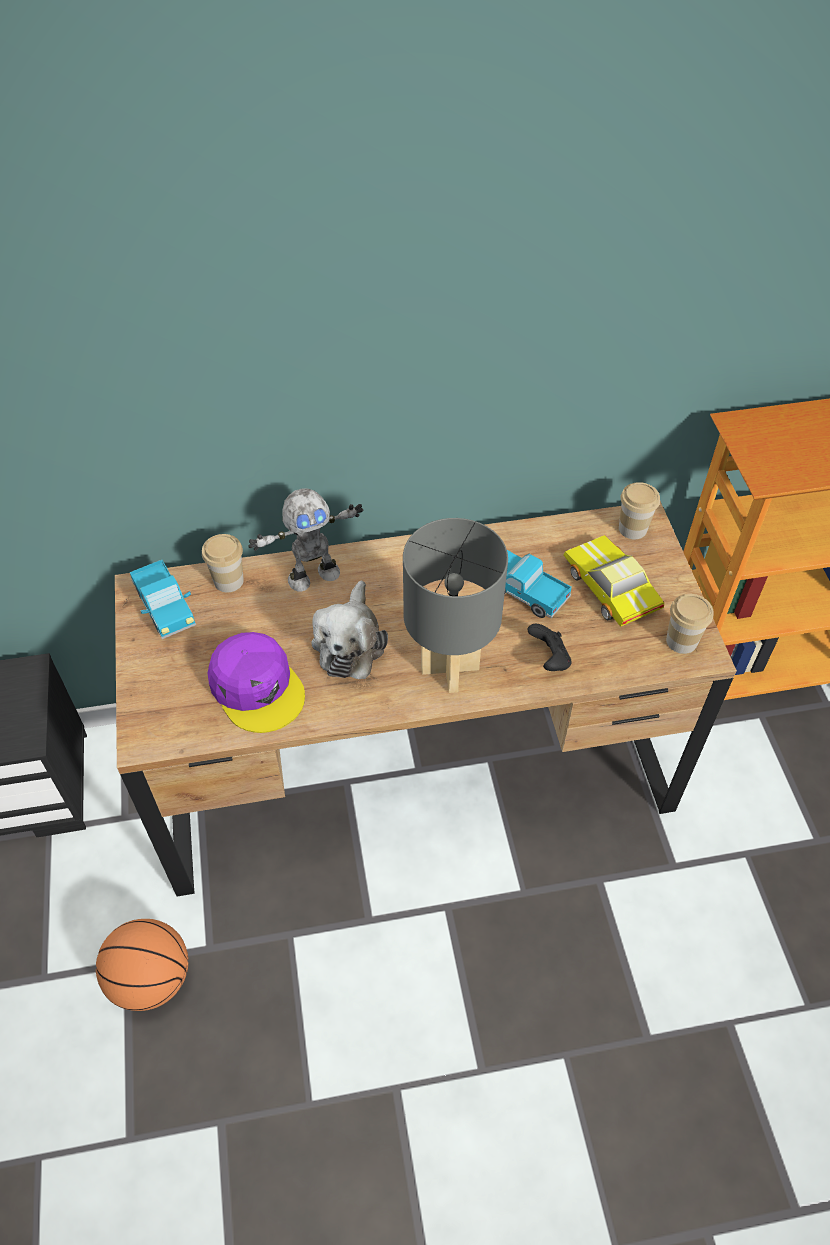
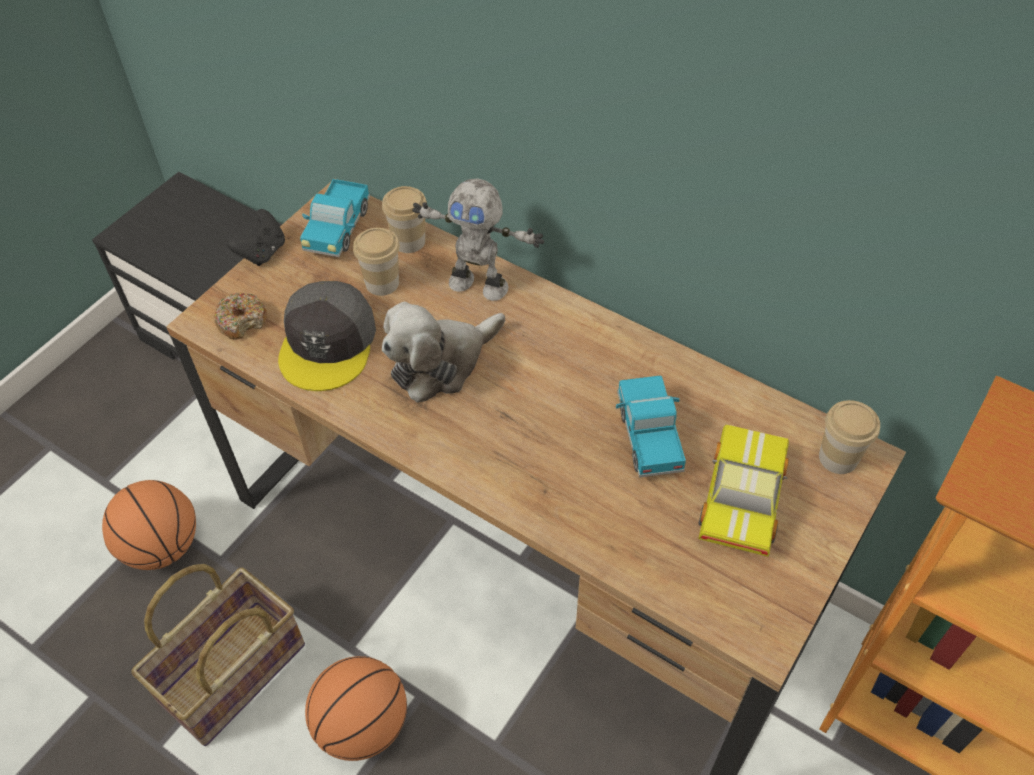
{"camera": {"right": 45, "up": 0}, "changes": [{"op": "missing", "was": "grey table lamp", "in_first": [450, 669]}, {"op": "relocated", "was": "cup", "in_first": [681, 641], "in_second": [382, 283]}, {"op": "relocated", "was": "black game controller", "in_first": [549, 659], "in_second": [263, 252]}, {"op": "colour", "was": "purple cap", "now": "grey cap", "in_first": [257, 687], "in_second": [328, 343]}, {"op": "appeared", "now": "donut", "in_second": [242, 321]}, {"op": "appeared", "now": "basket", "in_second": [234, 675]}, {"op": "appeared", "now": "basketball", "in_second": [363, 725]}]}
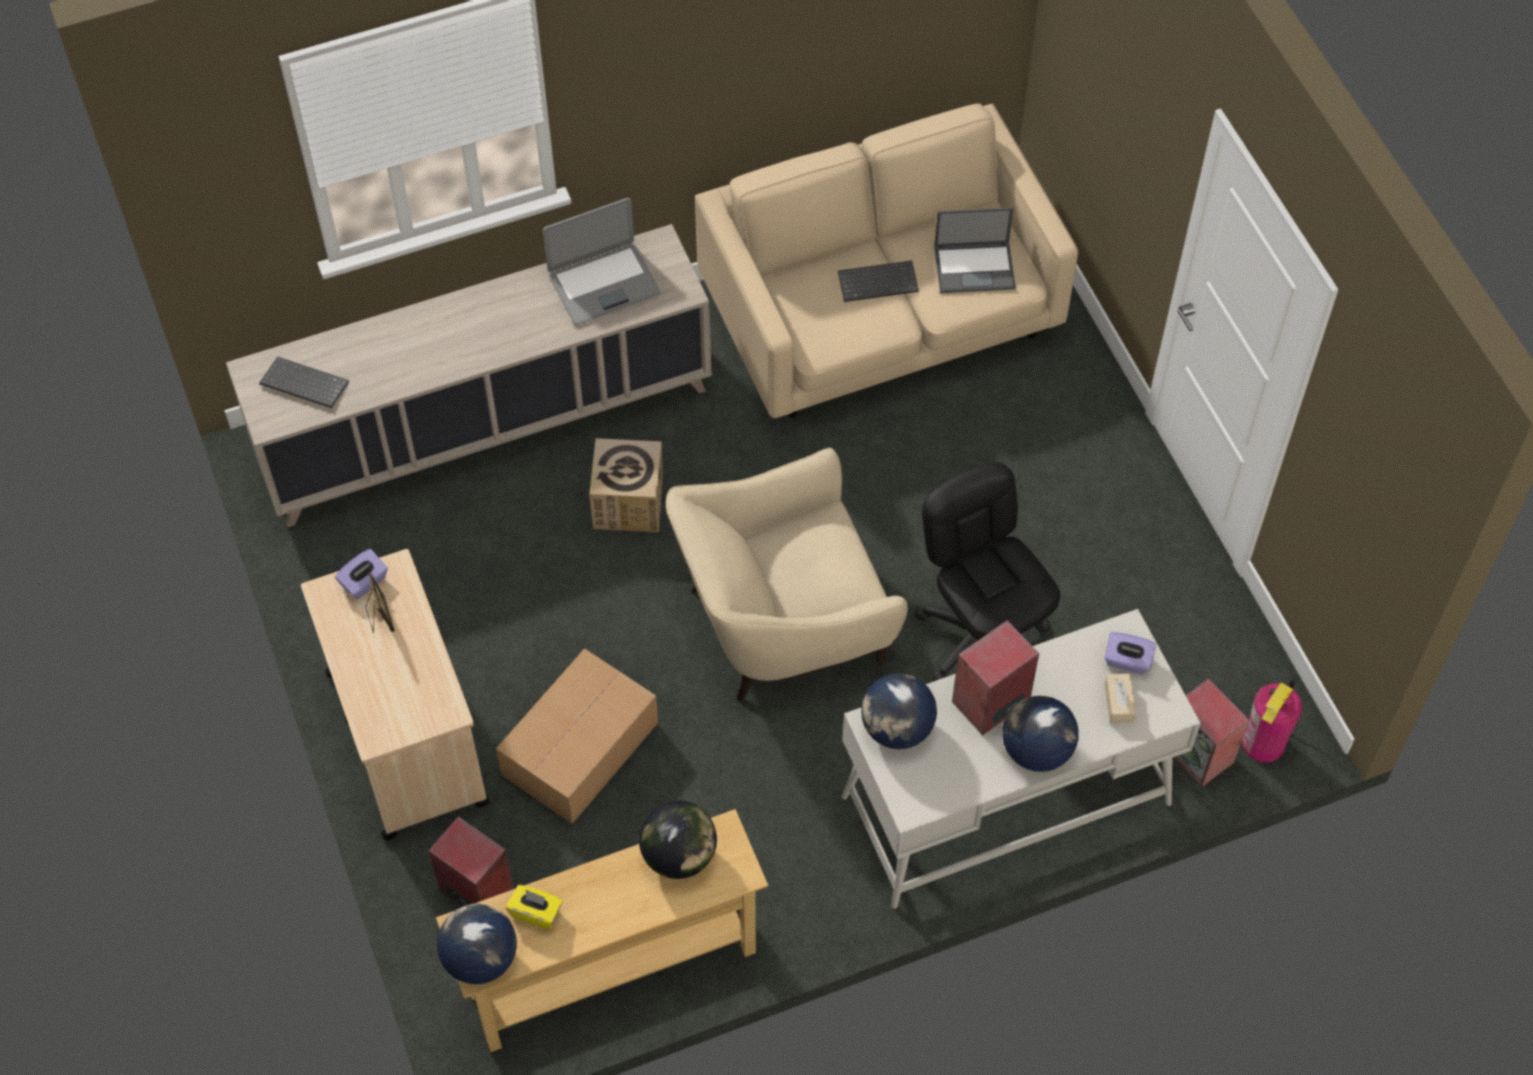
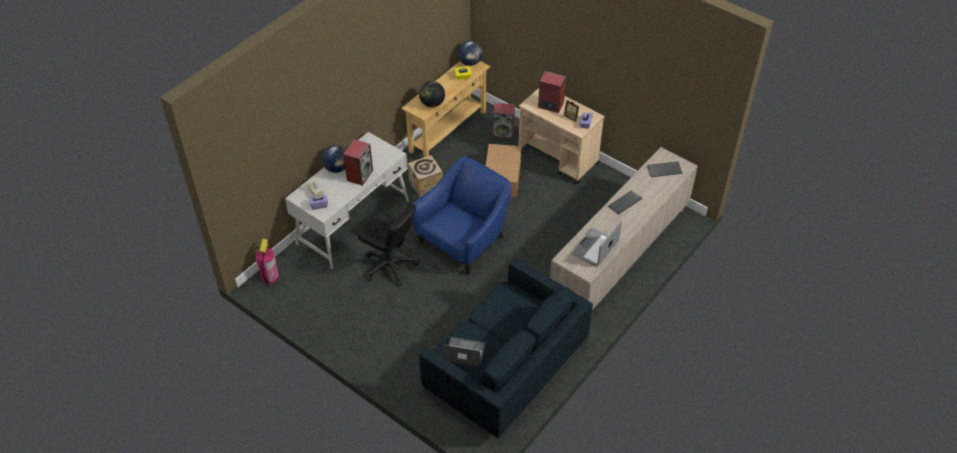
{"camera": {"right": 150, "up": -10}, "changes": [{"op": "colour", "was": "beige sofa", "now": "blue sofa", "in_first": [881, 317], "in_second": [504, 368]}, {"op": "spun", "was": "laptop", "in_first": [975, 267], "in_second": [464, 352], "clockwise": 45}, {"op": "relocated", "was": "keyboard", "in_first": [878, 281], "in_second": [625, 203]}, {"op": "relocated", "was": "cardboard box", "in_first": [628, 503], "in_second": [426, 185]}, {"op": "colour", "was": "beige armchair", "now": "blue armchair", "in_first": [782, 622], "in_second": [463, 240]}, {"op": "missing", "was": "globe", "in_first": [896, 728]}, {"op": "relocated", "was": "speaker", "in_first": [1199, 754], "in_second": [550, 105]}]}
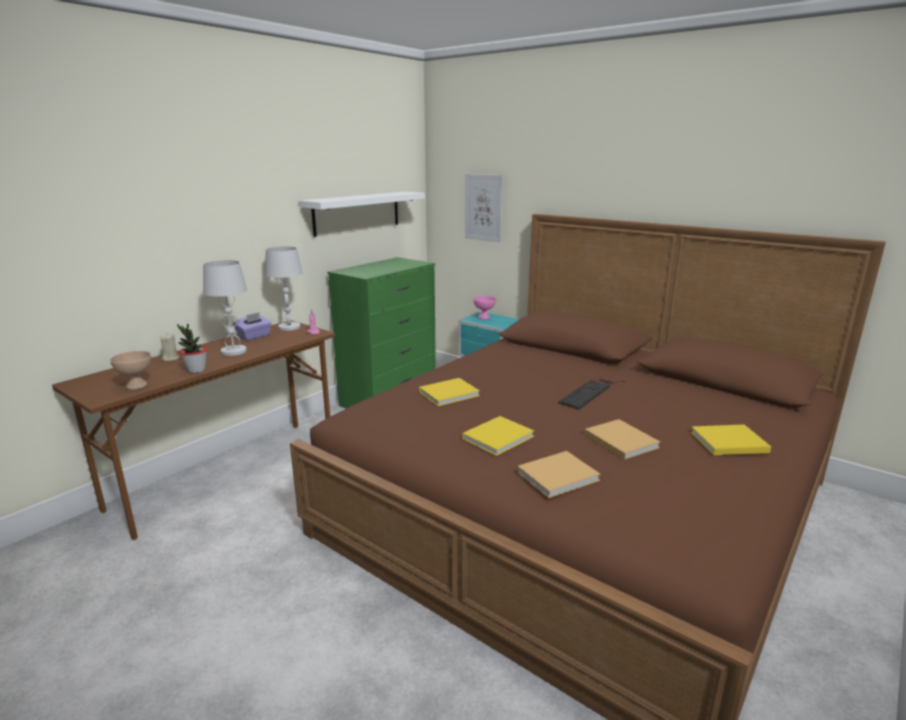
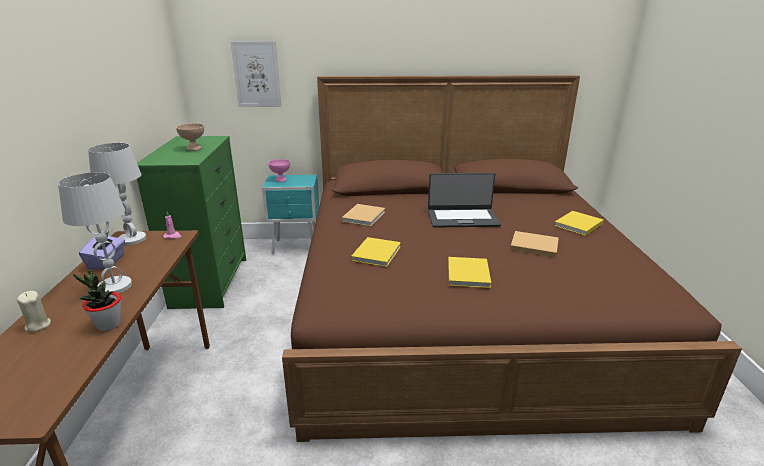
{"camera": {"right": -40, "up": 5}, "changes": [{"op": "missing", "was": "white shelf", "in_first": [357, 213]}, {"op": "relocated", "was": "beige bowl", "in_first": [136, 385], "in_second": [193, 149]}, {"op": "exchanged", "was": "keyboard", "now": "laptop", "in_first": [590, 392], "in_second": [462, 218]}, {"op": "relocated", "was": "beige book", "in_first": [559, 475], "in_second": [364, 216]}]}
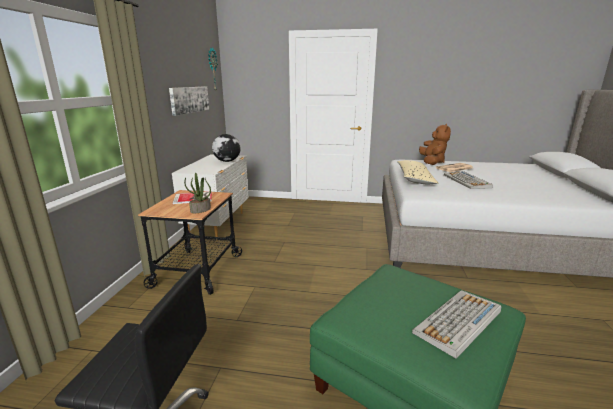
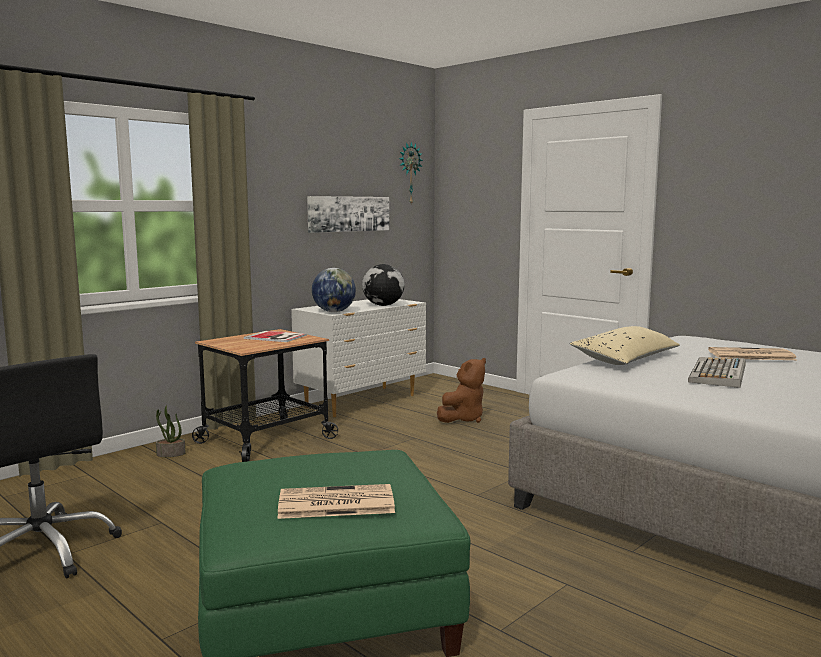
{"camera": {"right": 35, "up": -10}, "changes": [{"op": "relocated", "was": "brown plush toy", "in_first": [432, 162], "in_second": [463, 419]}, {"op": "relocated", "was": "potted plant", "in_first": [200, 210], "in_second": [170, 454]}, {"op": "exchanged", "was": "keyboard", "now": "newspaper", "in_first": [458, 322], "in_second": [334, 503]}, {"op": "appeared", "now": "globe", "in_second": [334, 312]}]}
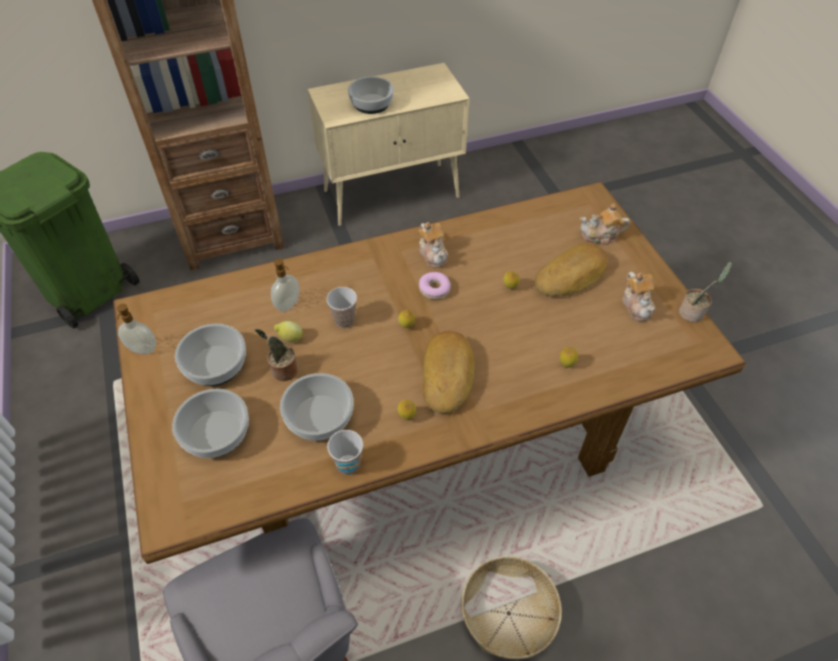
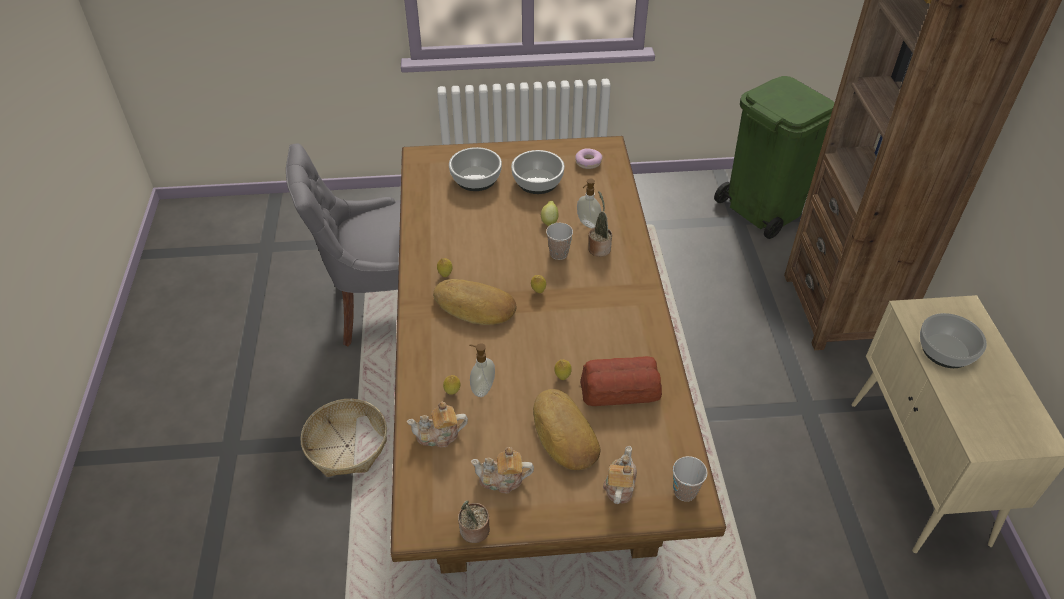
{"camera": {"right": 105, "up": -5}, "changes": [{"op": "relocated", "was": "teapot", "in_first": [433, 254], "in_second": [439, 435]}, {"op": "relocated", "was": "donut", "in_first": [434, 289], "in_second": [588, 162]}, {"op": "relocated", "was": "soap dispenser", "in_first": [142, 350], "in_second": [482, 388]}, {"op": "relocated", "was": "potted plant", "in_first": [282, 370], "in_second": [599, 247]}, {"op": "missing", "was": "bowl", "in_first": [318, 417]}, {"op": "relocated", "was": "cup", "in_first": [348, 464], "in_second": [685, 492]}, {"op": "appeared", "now": "bread", "in_second": [621, 389]}]}
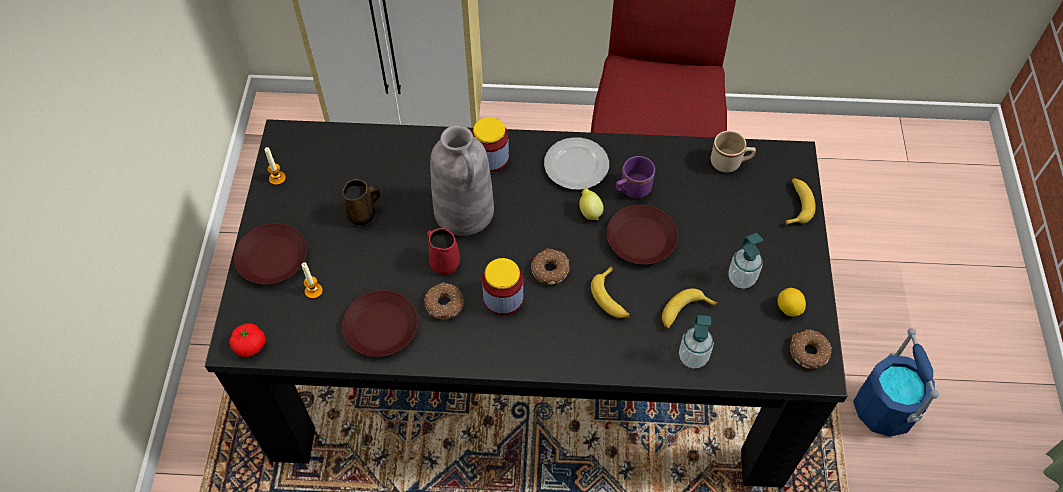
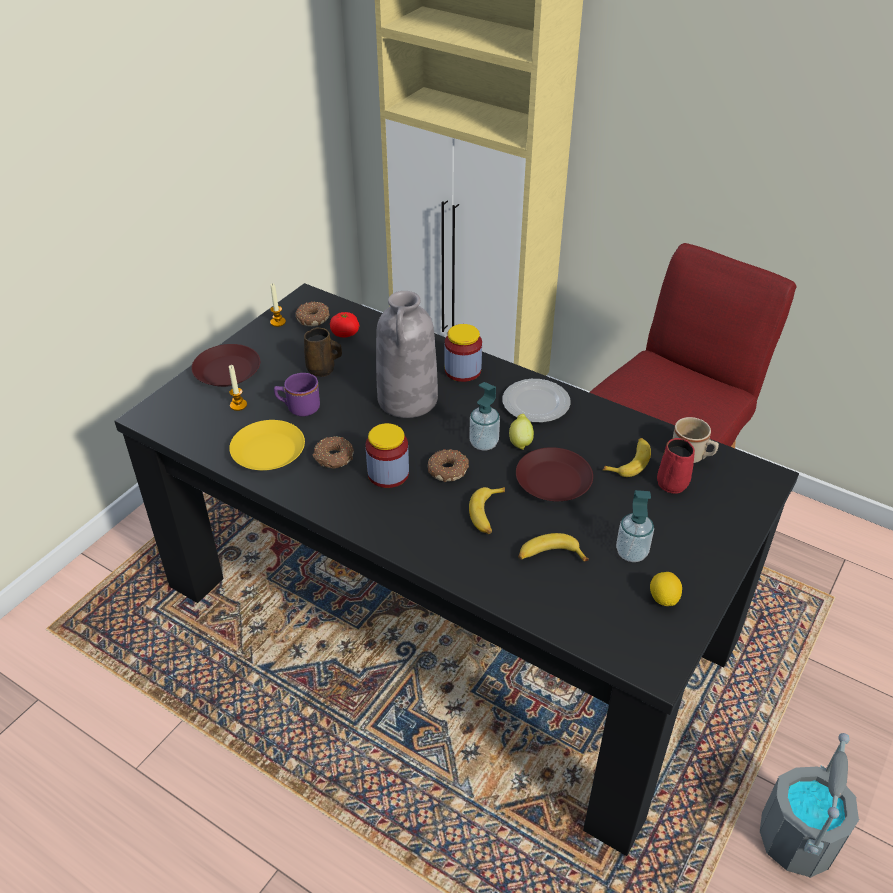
{"camera": {"right": 30, "up": -15}, "changes": [{"op": "relocated", "was": "purple mug", "in_first": [631, 189], "in_second": [298, 408]}, {"op": "relocated", "was": "banana", "in_first": [796, 204], "in_second": [630, 461]}, {"op": "relocated", "was": "red mug", "in_first": [443, 262], "in_second": [671, 482]}, {"op": "colour", "was": "brown plate", "now": "yellow plate", "in_first": [380, 327], "in_second": [268, 451]}, {"op": "relocated", "was": "soap dispenser", "in_first": [693, 357], "in_second": [483, 443]}, {"op": "relocated", "was": "tomato", "in_first": [250, 345], "in_second": [345, 333]}, {"op": "colour", "was": "blue bucket", "now": "grey bucket", "in_first": [884, 409], "in_second": [797, 840]}, {"op": "relocated", "was": "donut", "in_first": [808, 352], "in_second": [313, 318]}]}
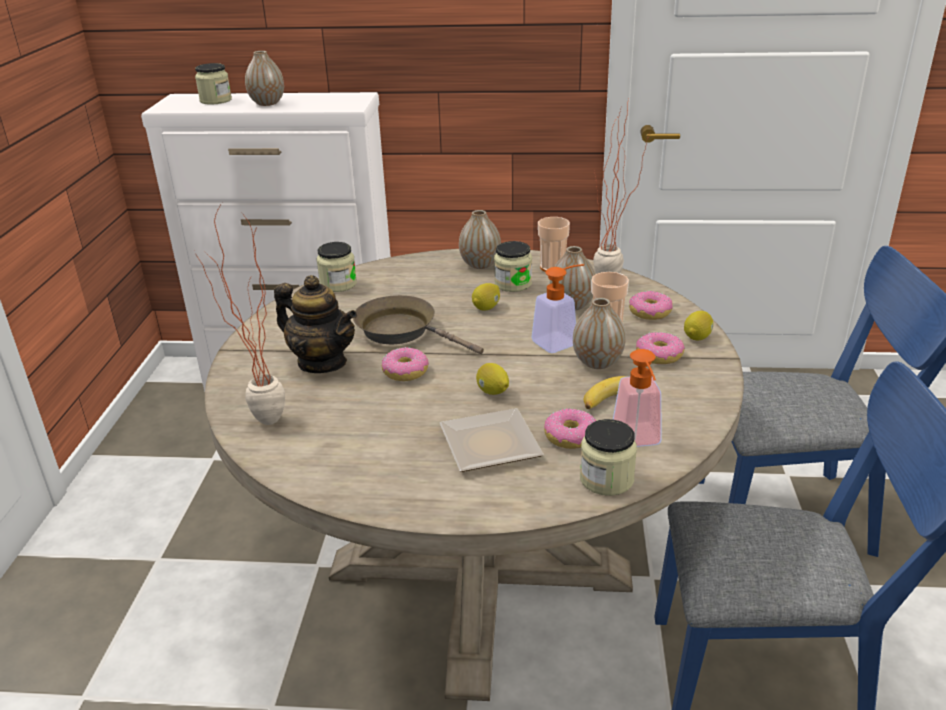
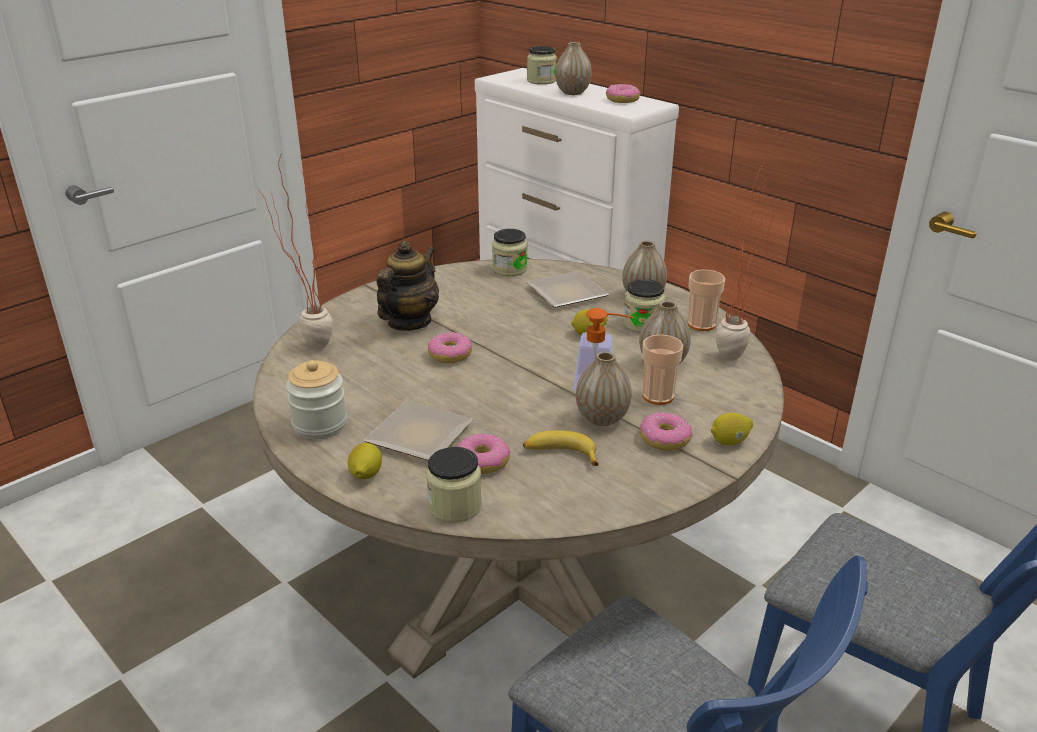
{"camera": {"right": 40, "up": 0}, "changes": [{"op": "spun", "was": "teapot", "in_first": [322, 362], "in_second": [409, 322], "clockwise": -135}, {"op": "relocated", "was": "donut", "in_first": [649, 312], "in_second": [622, 100]}, {"op": "missing", "was": "brown frying pan", "in_first": [402, 331]}, {"op": "missing", "was": "soap dispenser", "in_first": [638, 441]}, {"op": "relocated", "was": "lemon", "in_first": [493, 392], "in_second": [365, 475]}, {"op": "appeared", "now": "plate", "in_second": [564, 293]}, {"op": "appeared", "now": "jar", "in_second": [320, 425]}]}
